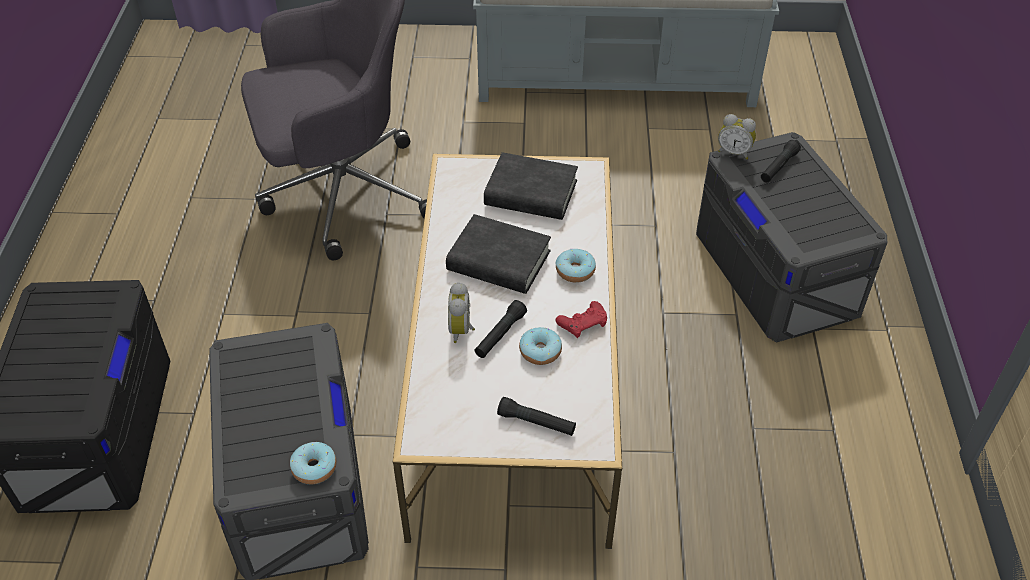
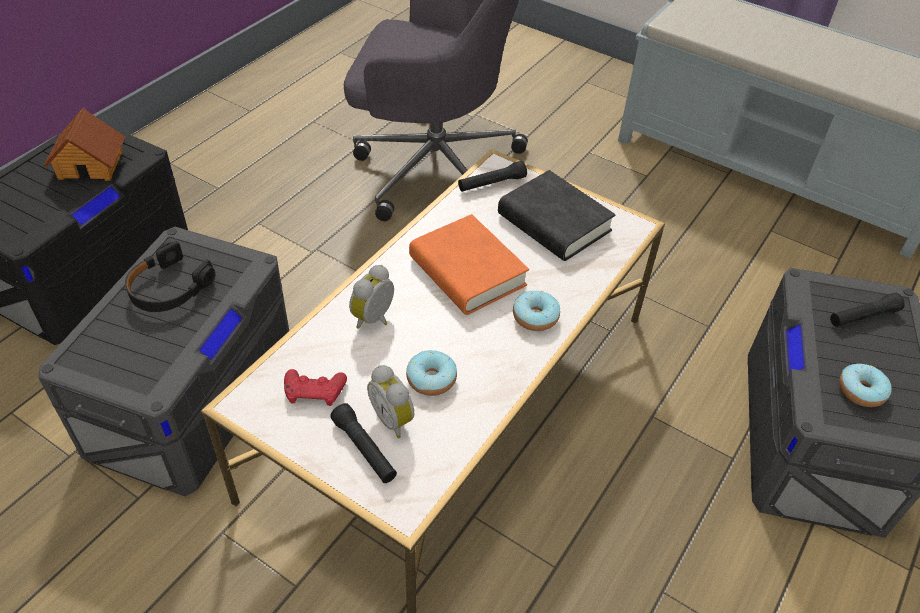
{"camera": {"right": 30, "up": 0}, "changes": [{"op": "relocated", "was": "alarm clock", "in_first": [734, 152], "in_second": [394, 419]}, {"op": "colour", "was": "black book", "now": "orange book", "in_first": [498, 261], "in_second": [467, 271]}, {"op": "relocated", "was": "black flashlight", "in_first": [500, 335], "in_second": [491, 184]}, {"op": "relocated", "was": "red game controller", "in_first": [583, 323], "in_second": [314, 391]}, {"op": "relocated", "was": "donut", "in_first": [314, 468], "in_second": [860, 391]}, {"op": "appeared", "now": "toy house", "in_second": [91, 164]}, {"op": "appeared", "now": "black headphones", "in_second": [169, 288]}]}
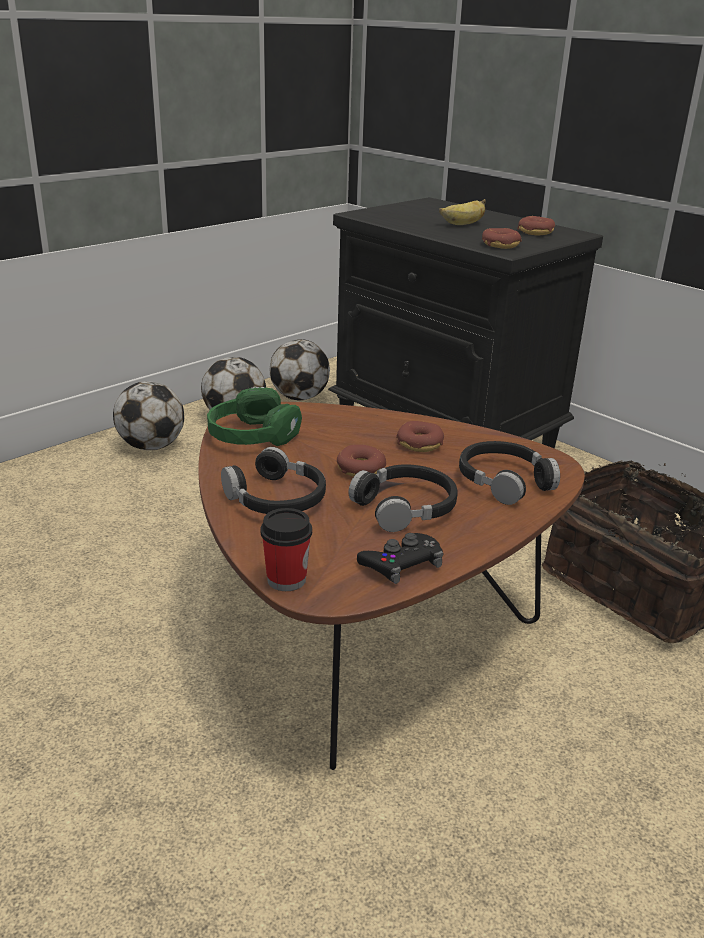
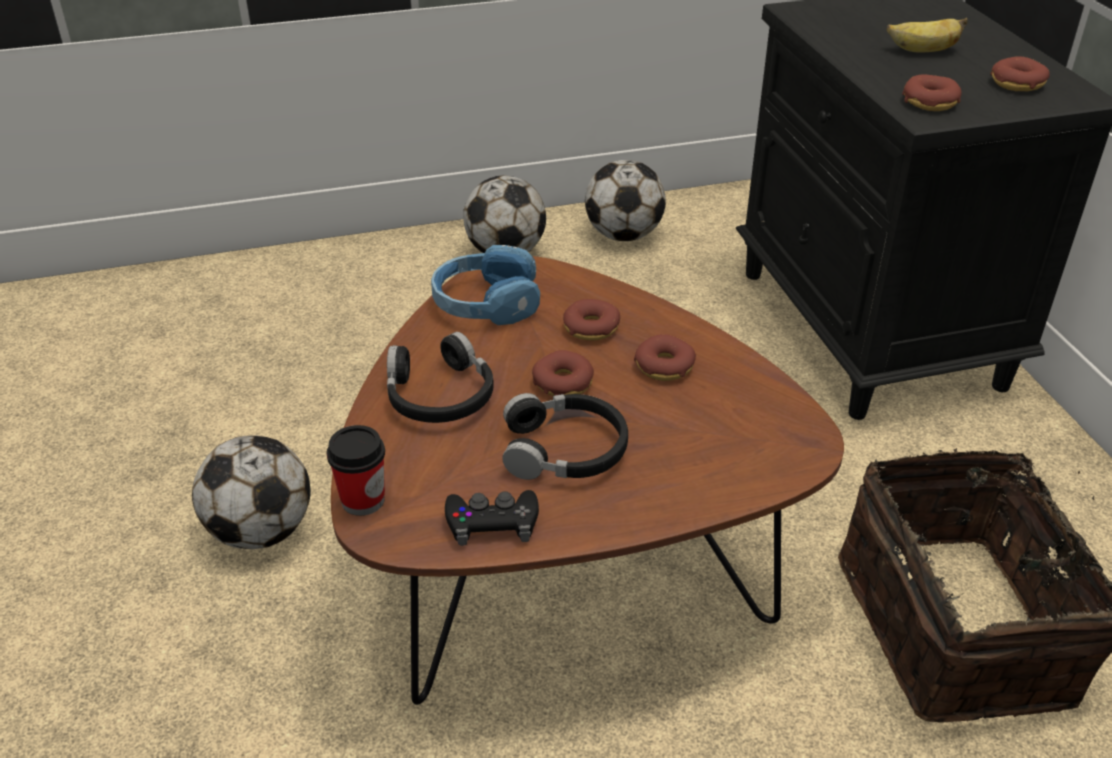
{"camera": {"right": 30, "up": 10}, "changes": [{"op": "relocated", "was": "football", "in_first": [299, 397], "in_second": [261, 531]}, {"op": "colour", "was": "green headphones", "now": "blue headphones", "in_first": [252, 436], "in_second": [485, 303]}, {"op": "missing", "was": "black headphones", "in_first": [504, 481]}, {"op": "appeared", "now": "donut", "in_second": [591, 328]}]}
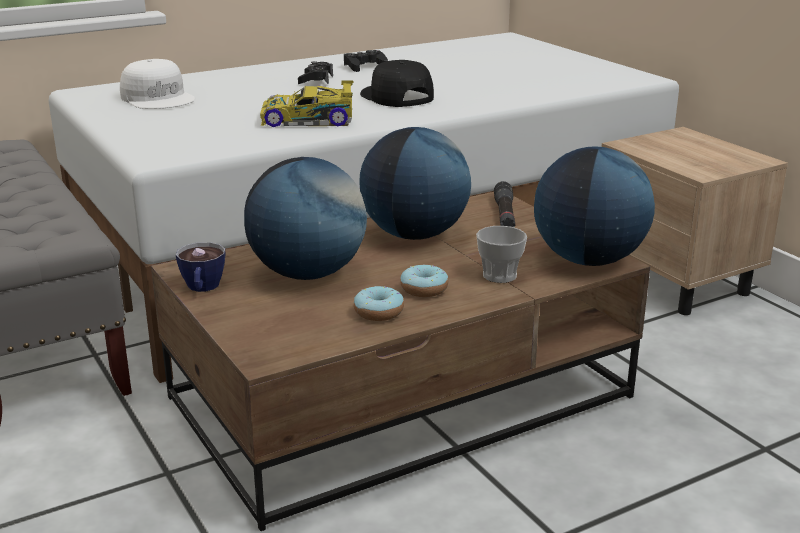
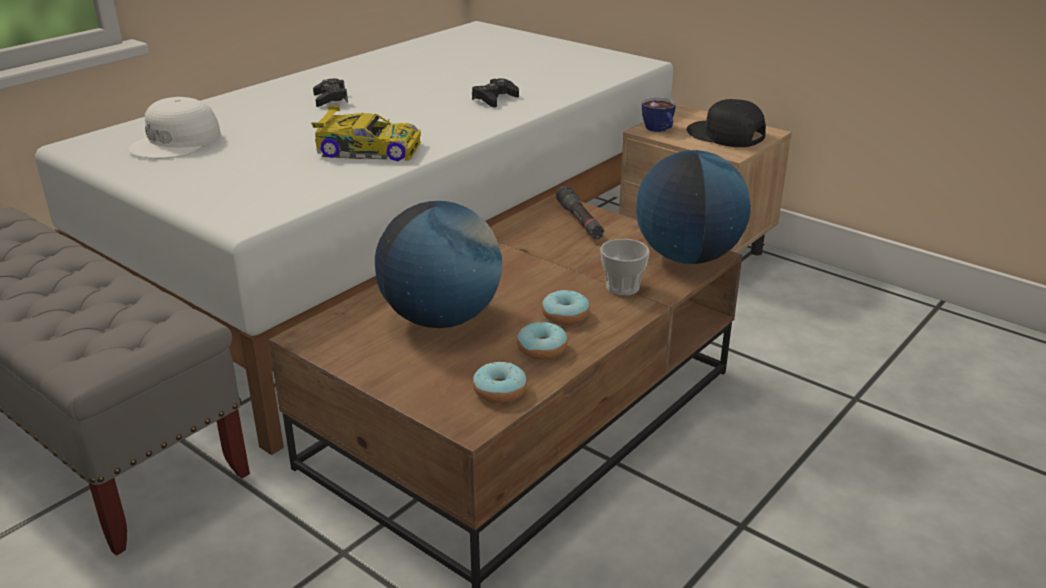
{"camera": {"right": -20, "up": 5}, "changes": [{"op": "relocated", "was": "black game controller", "in_first": [364, 66], "in_second": [494, 99]}, {"op": "spun", "was": "white cap", "in_first": [159, 98], "in_second": [177, 142], "clockwise": 90}, {"op": "relocated", "was": "black cap", "in_first": [395, 96], "in_second": [725, 135]}, {"op": "spun", "was": "toy car", "in_first": [310, 120], "in_second": [367, 149], "clockwise": -150}, {"op": "missing", "was": "globe", "in_first": [414, 235]}, {"op": "relocated", "was": "cup", "in_first": [202, 288], "in_second": [659, 130]}, {"op": "appeared", "now": "donut", "in_second": [499, 391]}]}
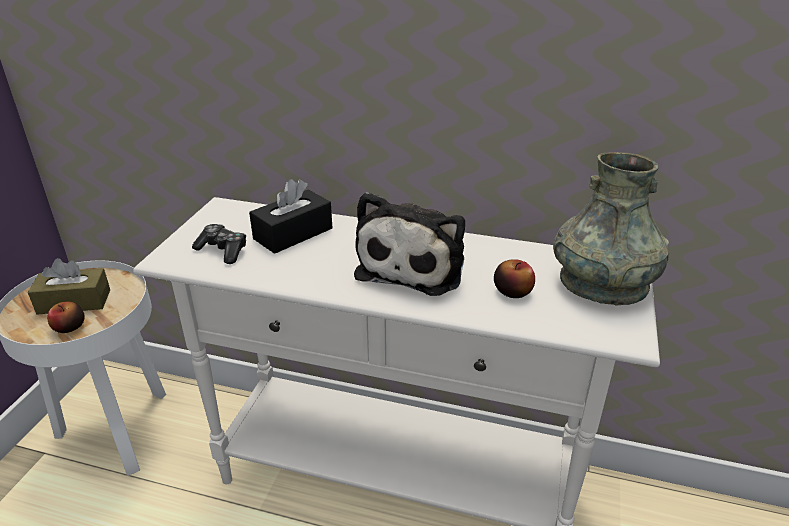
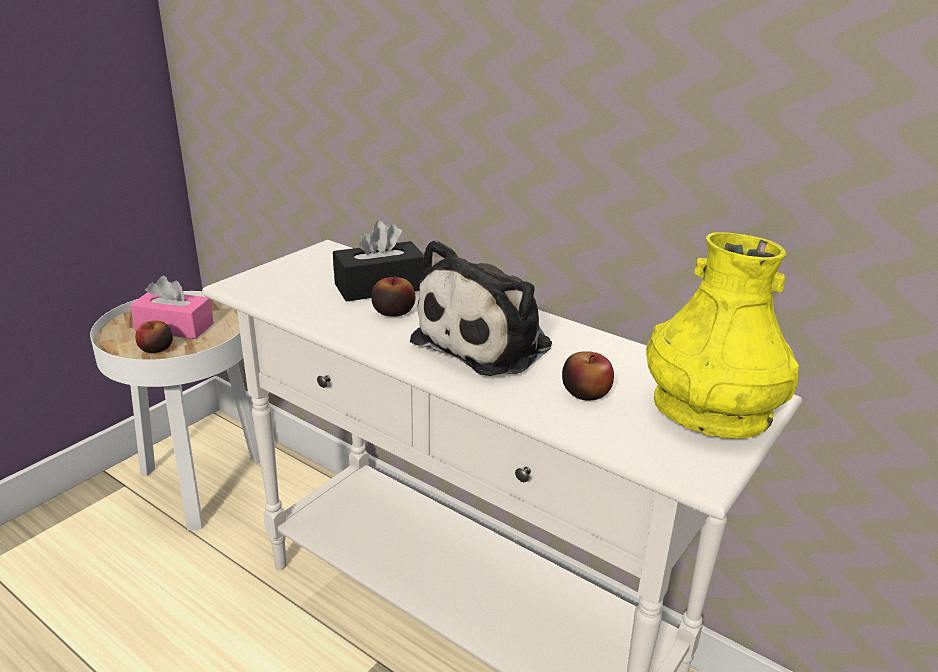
{"camera": {"right": 20, "up": -5}, "changes": [{"op": "colour", "was": "grey vase", "now": "yellow vase", "in_first": [603, 284], "in_second": [711, 410]}, {"op": "missing", "was": "game controller", "in_first": [223, 250]}, {"op": "colour", "was": "brown tissue box", "now": "pink tissue box", "in_first": [74, 302], "in_second": [174, 327]}, {"op": "appeared", "now": "apple", "in_second": [393, 312]}]}
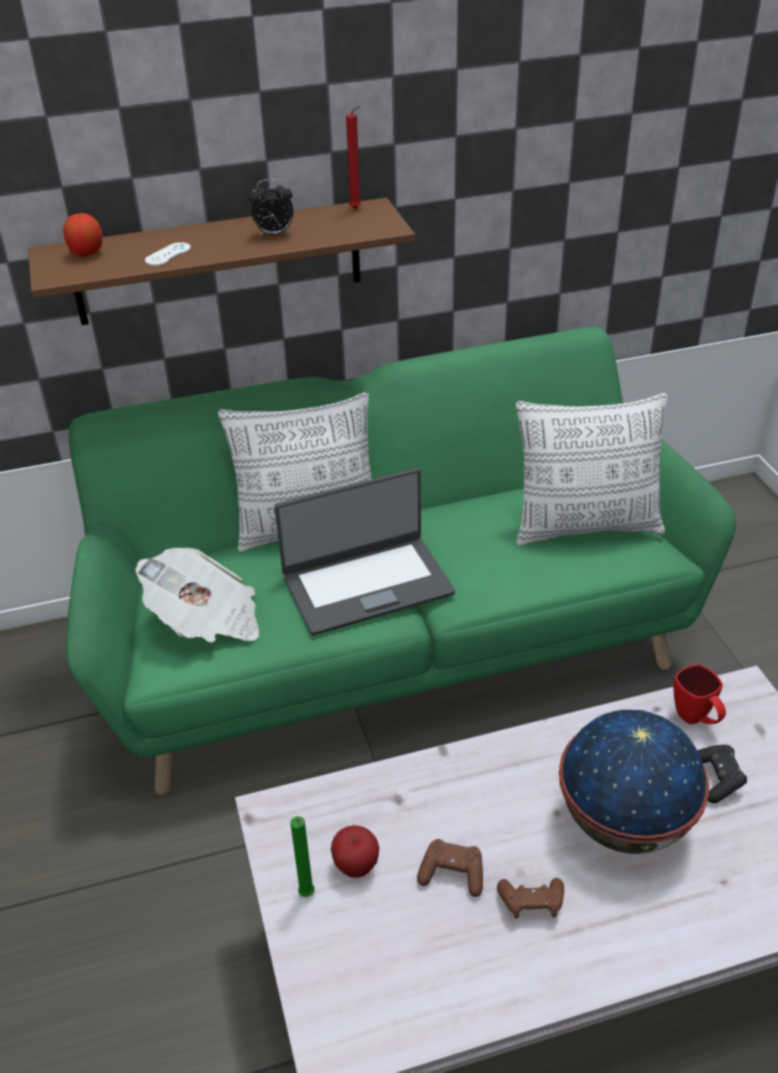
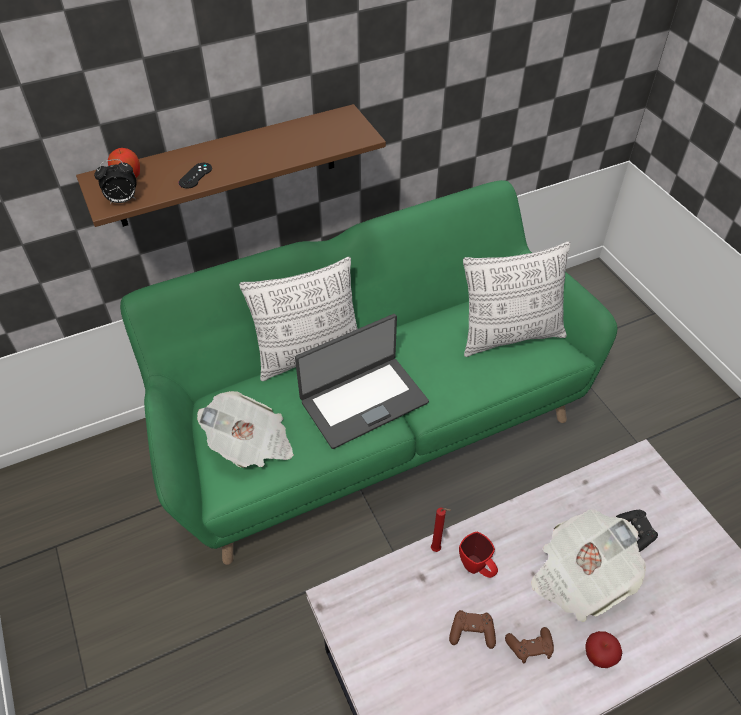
{"camera": {"right": -10, "up": 10}, "changes": [{"op": "relocated", "was": "red candle", "in_first": [357, 209], "in_second": [437, 549]}, {"op": "relocated", "was": "alarm clock", "in_first": [274, 235], "in_second": [122, 201]}, {"op": "colour", "was": "white game controller", "now": "black game controller", "in_first": [168, 254], "in_second": [195, 176]}, {"op": "relocated", "was": "red mug", "in_first": [696, 719], "in_second": [477, 568]}, {"op": "exchanged", "was": "globe", "now": "newspaper", "in_first": [624, 823], "in_second": [579, 576]}, {"op": "missing", "was": "green candle", "in_first": [307, 896]}, {"op": "relocated", "was": "apple", "in_first": [356, 867], "in_second": [598, 657]}]}
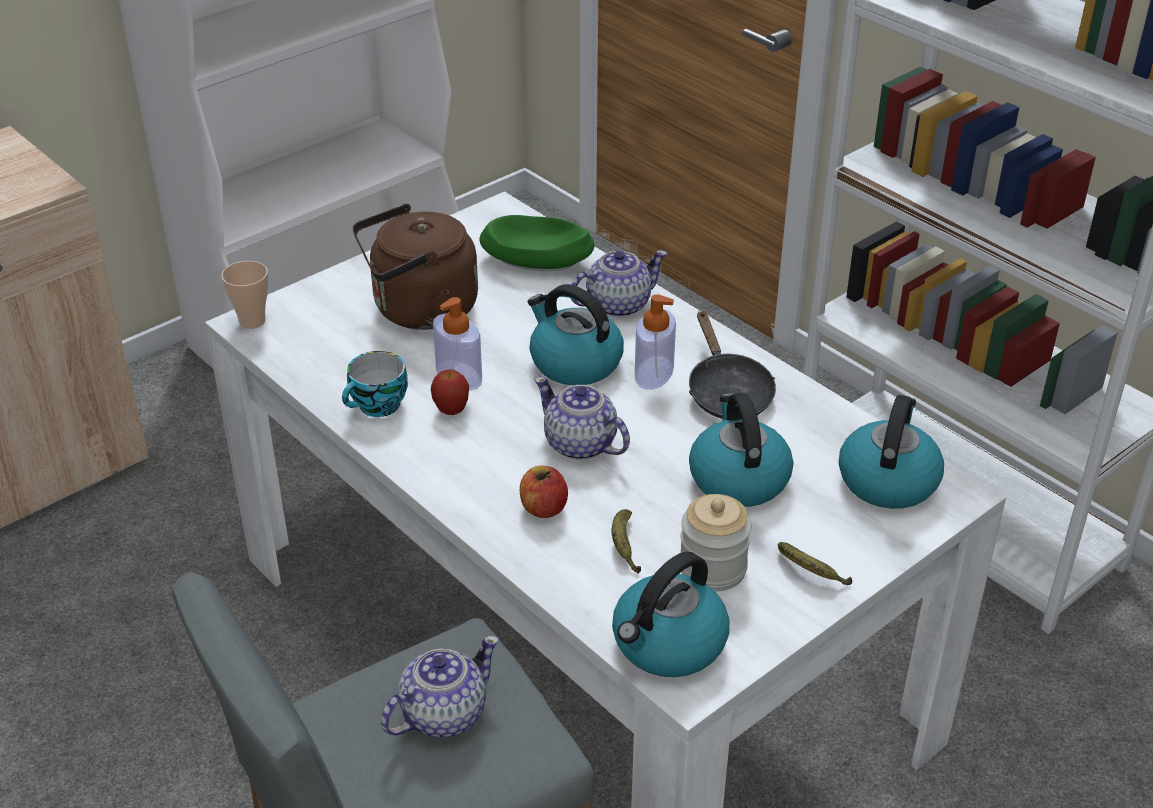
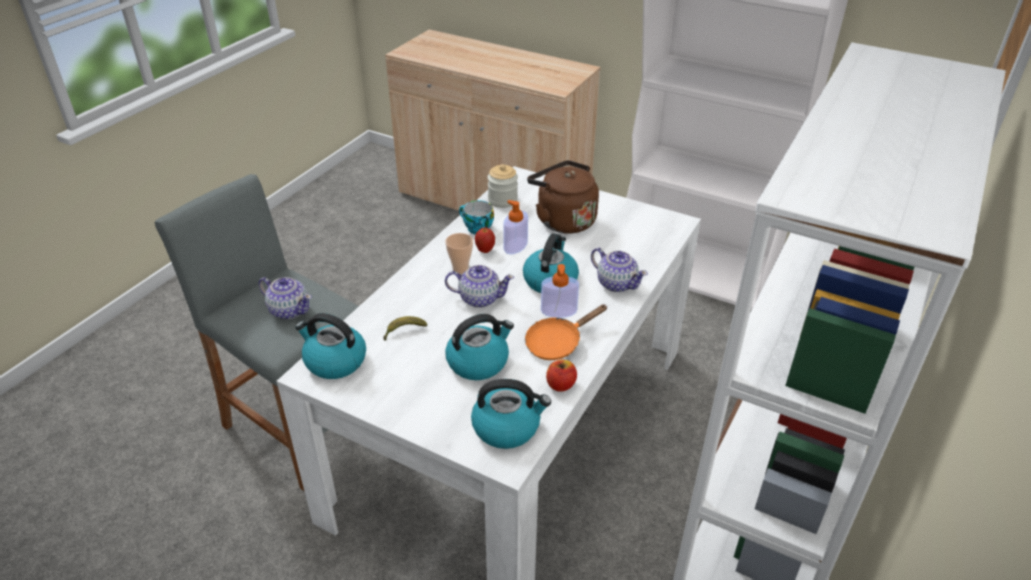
{"camera": {"right": 70, "up": 0}, "changes": [{"op": "missing", "was": "green bowl", "in_first": [537, 261]}, {"op": "relocated", "was": "cup", "in_first": [252, 321], "in_second": [460, 269]}, {"op": "colour", "was": "black frying pan", "now": "orange frying pan", "in_first": [727, 392], "in_second": [557, 343]}, {"op": "spun", "was": "teapot", "in_first": [580, 445], "in_second": [479, 298], "clockwise": 75}, {"op": "relocated", "was": "apple", "in_first": [543, 508], "in_second": [560, 385]}, {"op": "relocated", "was": "jar", "in_first": [712, 569], "in_second": [502, 200]}, {"op": "missing", "was": "banana", "in_first": [810, 572]}]}
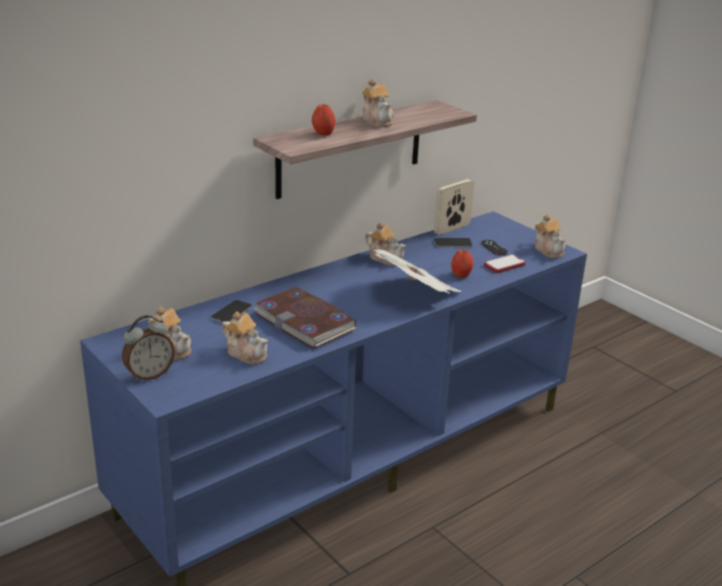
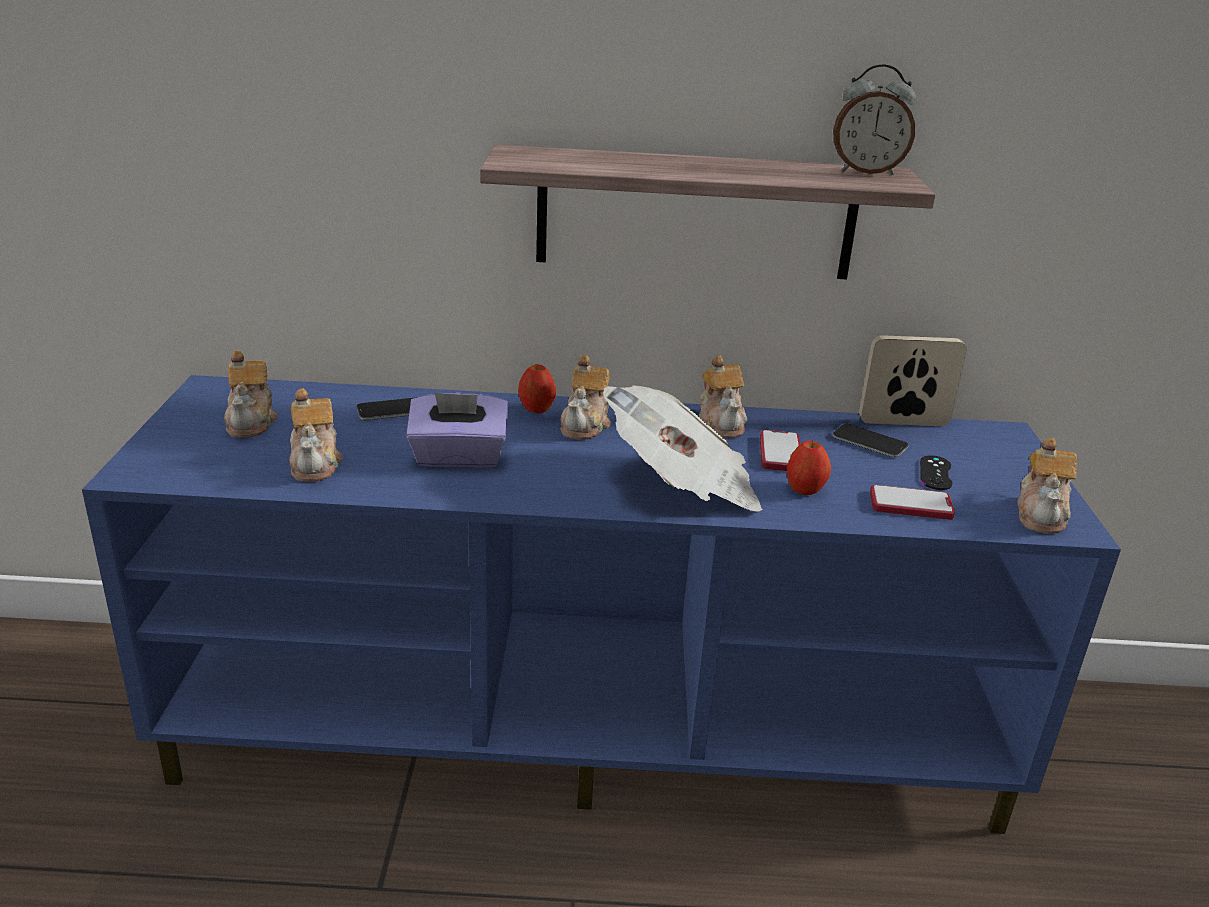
{"camera": {"right": 40, "up": 0}, "changes": [{"op": "relocated", "was": "teapot", "in_first": [377, 121], "in_second": [586, 425]}, {"op": "relocated", "was": "apple", "in_first": [323, 133], "in_second": [536, 409]}, {"op": "exchanged", "was": "book", "now": "purple tissue box", "in_first": [305, 322], "in_second": [458, 457]}, {"op": "relocated", "was": "alarm clock", "in_first": [149, 374], "in_second": [866, 172]}, {"op": "appeared", "now": "phone", "in_second": [780, 453]}]}
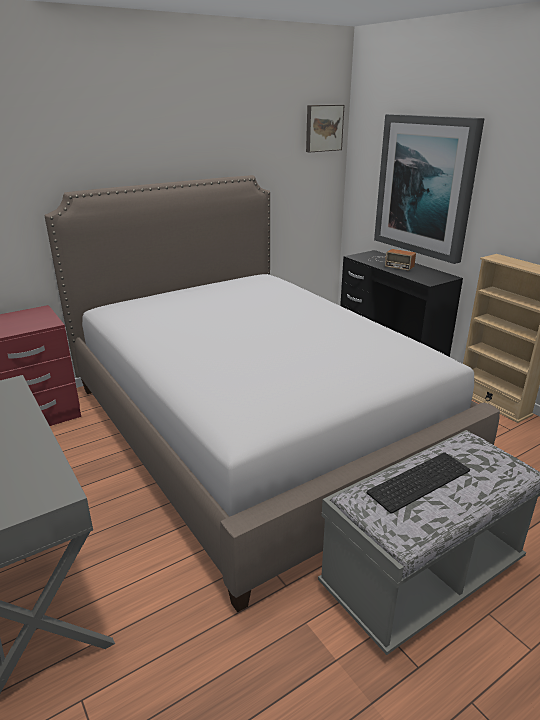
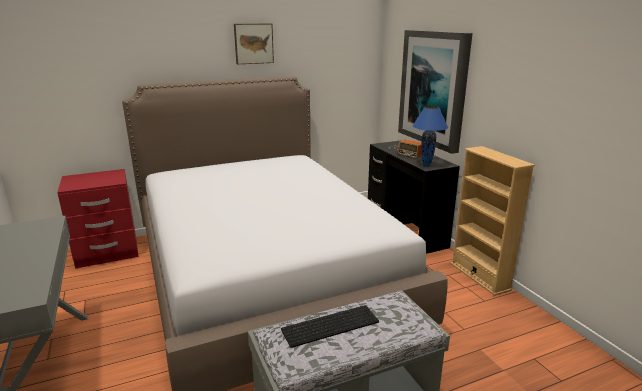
{"camera": {"right": 10, "up": -5}, "changes": [{"op": "relocated", "was": "picture", "in_first": [323, 128], "in_second": [253, 43]}, {"op": "appeared", "now": "blue table lamp", "in_second": [426, 165]}]}
